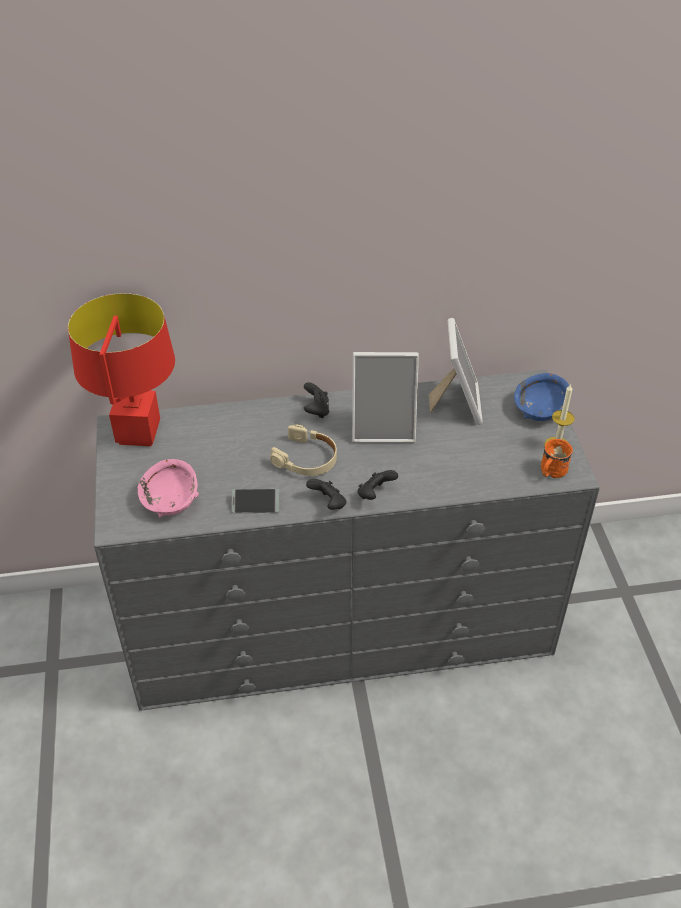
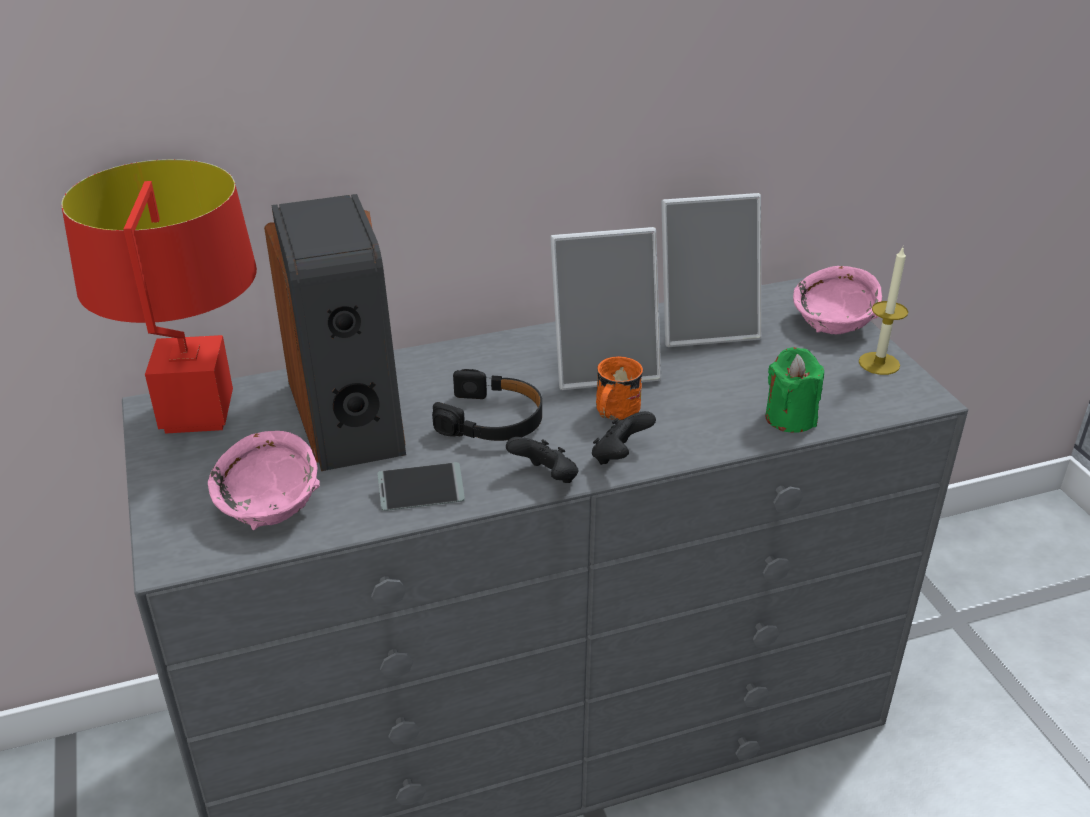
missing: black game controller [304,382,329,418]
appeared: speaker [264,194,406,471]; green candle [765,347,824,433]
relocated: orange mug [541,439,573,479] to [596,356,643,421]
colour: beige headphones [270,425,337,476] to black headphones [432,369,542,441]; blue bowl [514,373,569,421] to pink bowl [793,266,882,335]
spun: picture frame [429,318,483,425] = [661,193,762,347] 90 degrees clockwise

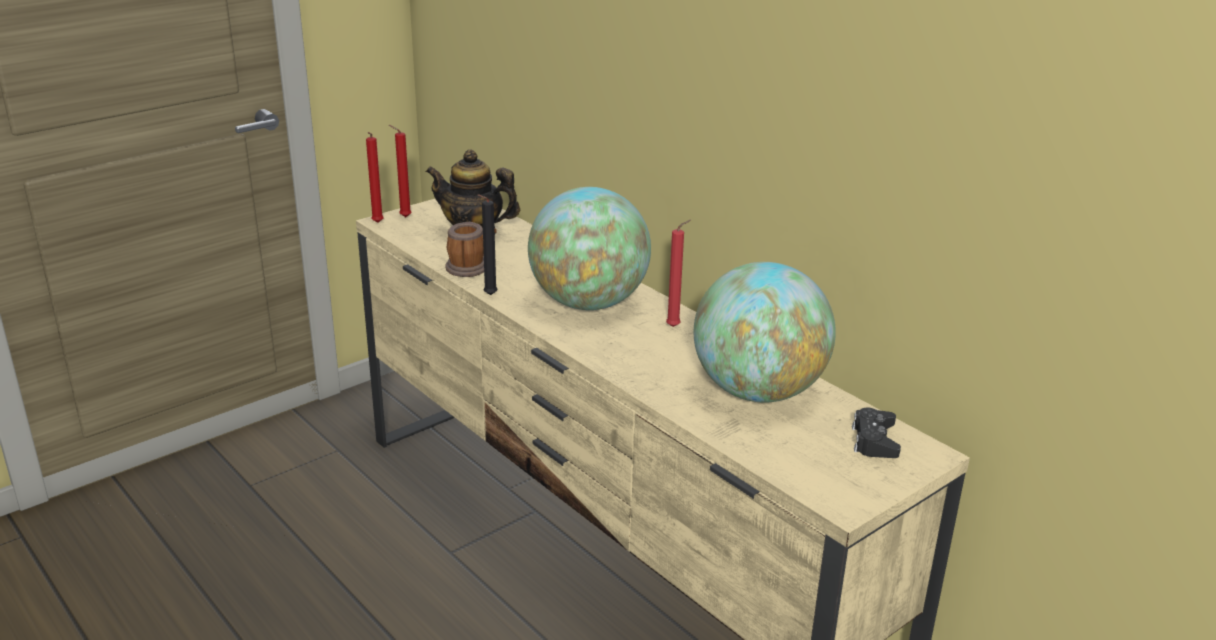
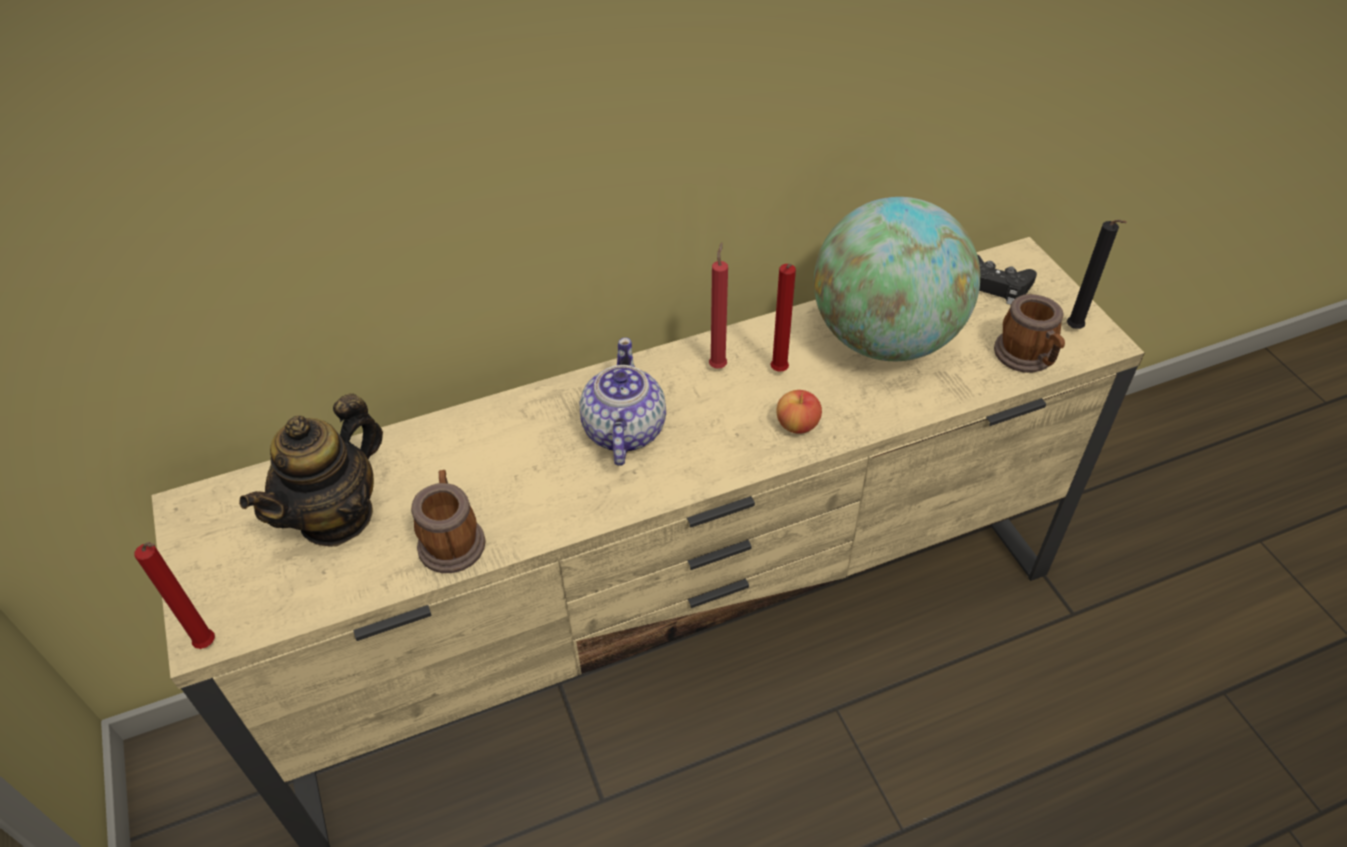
appeared: apple [776,390,822,434]; mug [994,294,1065,373]
relocated: red candle [389,125,412,217] to [771,264,796,371]; black candle [478,194,498,295] to [1067,220,1127,329]
exchanged: globe [528,187,651,310] to teapot [580,338,666,466]

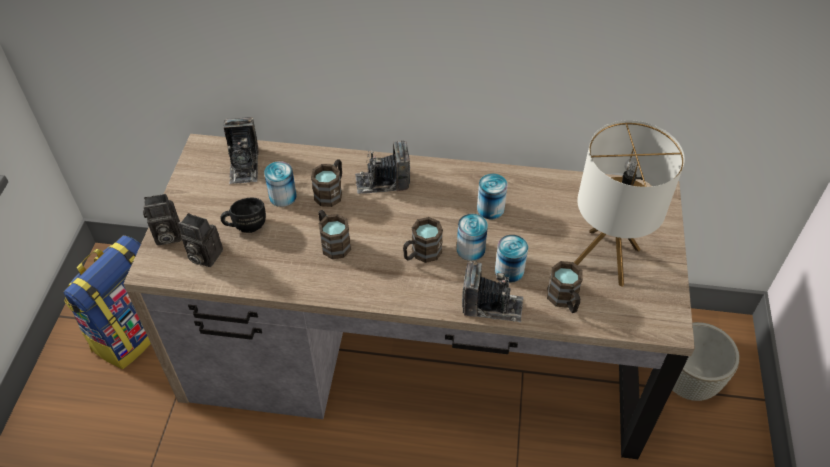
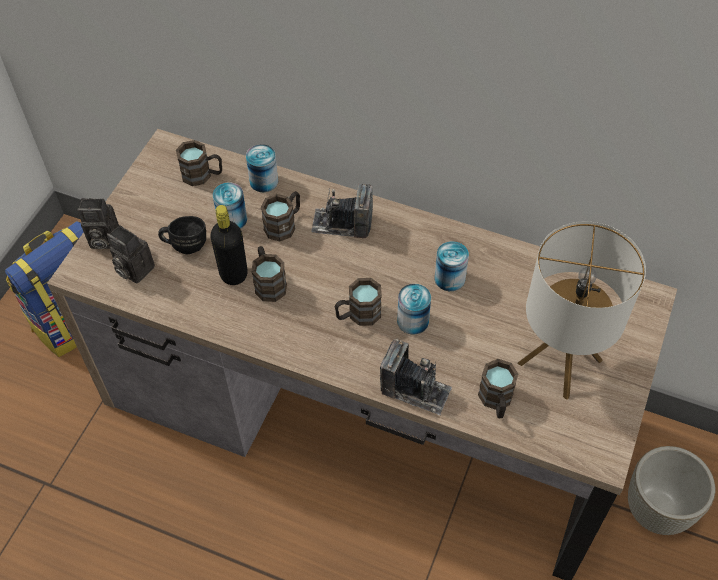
appeared: black bottle [210,205,248,285]
relocated: can [495,235,528,283] to [246,144,278,192]
exchanged: photo camera [224,117,259,184] to brown mug [176,140,222,186]

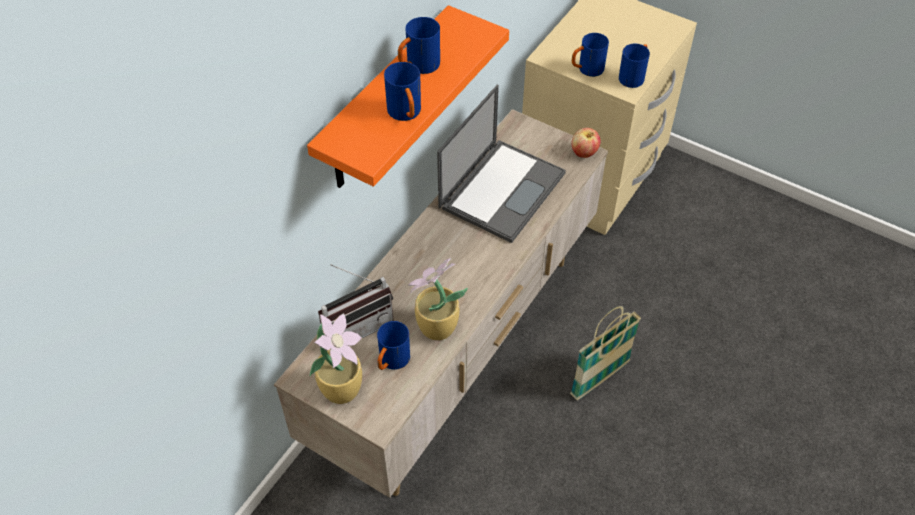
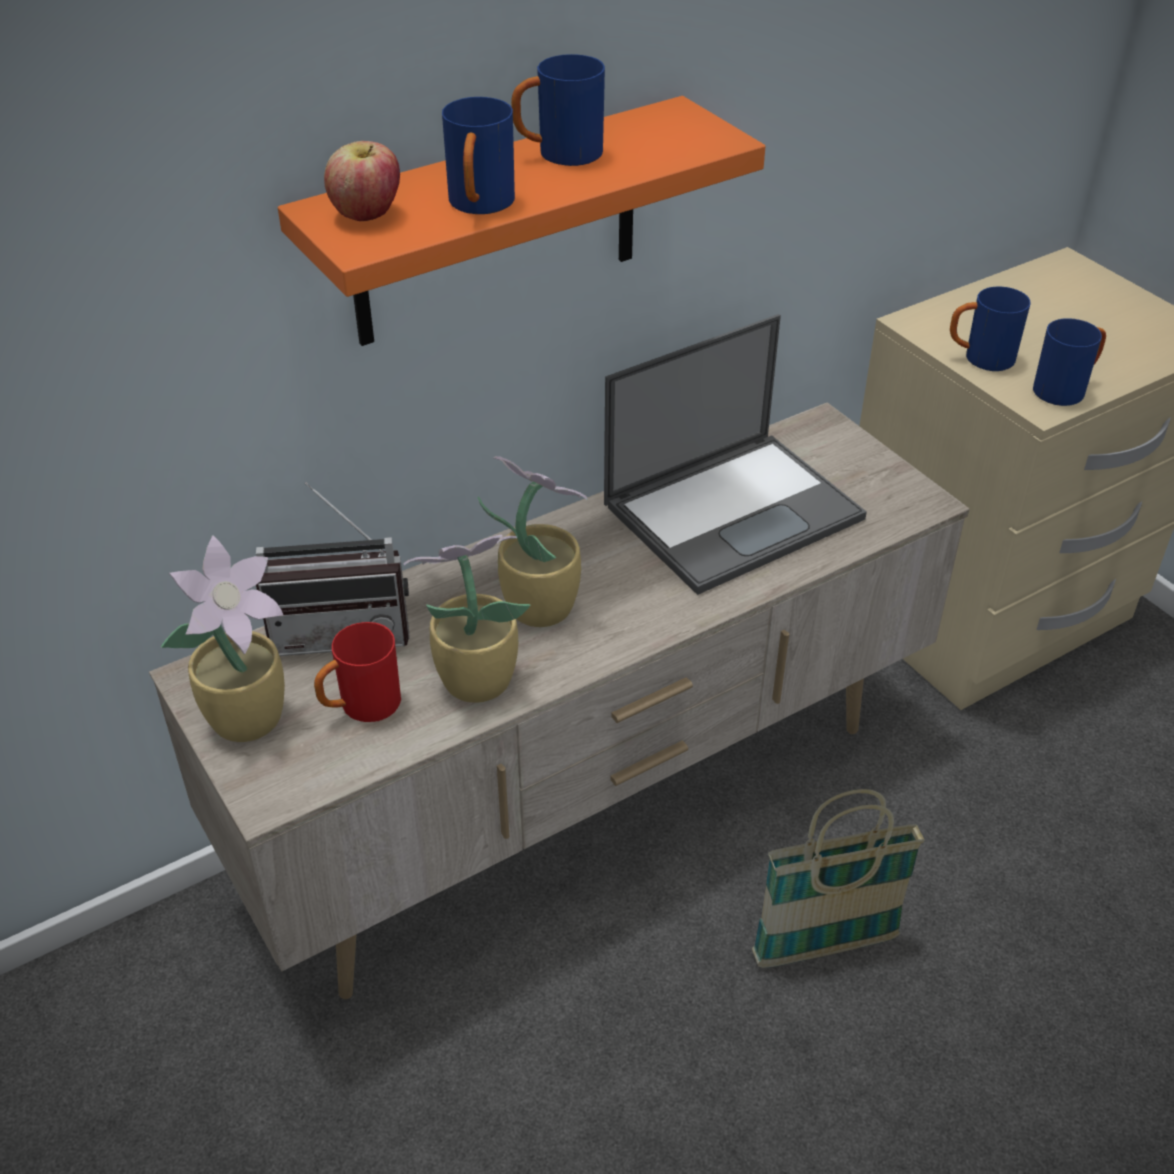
appeared: potted plant [477,456,588,627]
relocated: apple [571,128,601,158] to [324,141,400,221]
colour: blue mug [377,321,410,370] to red mug [314,622,401,722]

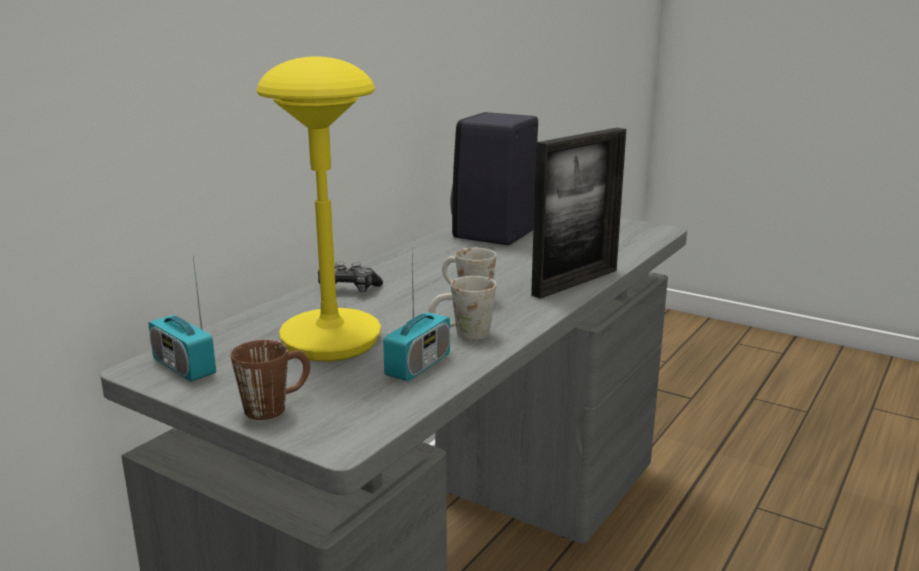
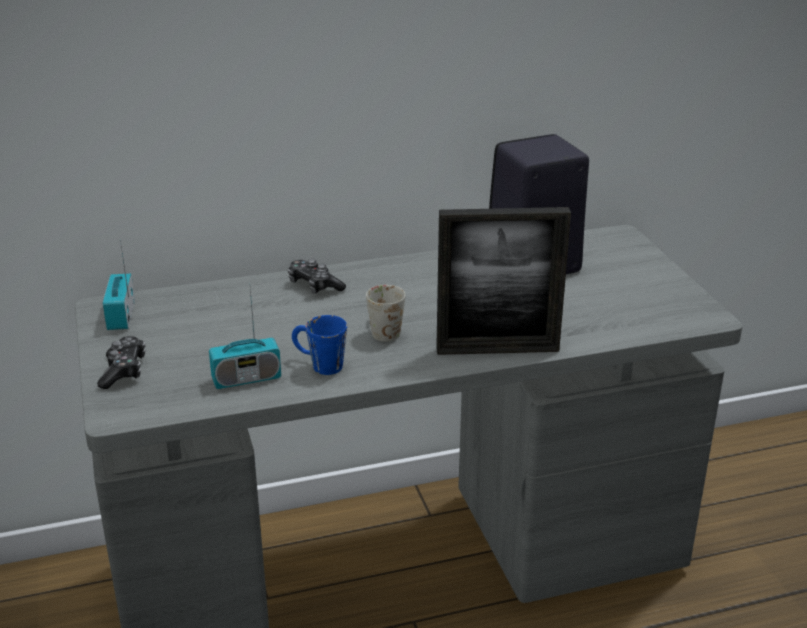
missing: yellow table lamp [256,56,381,361]
exchanged: brown mug [231,340,310,420] to game controller [97,336,145,389]
colour: white mug [428,276,496,340] to blue mug [292,315,347,375]

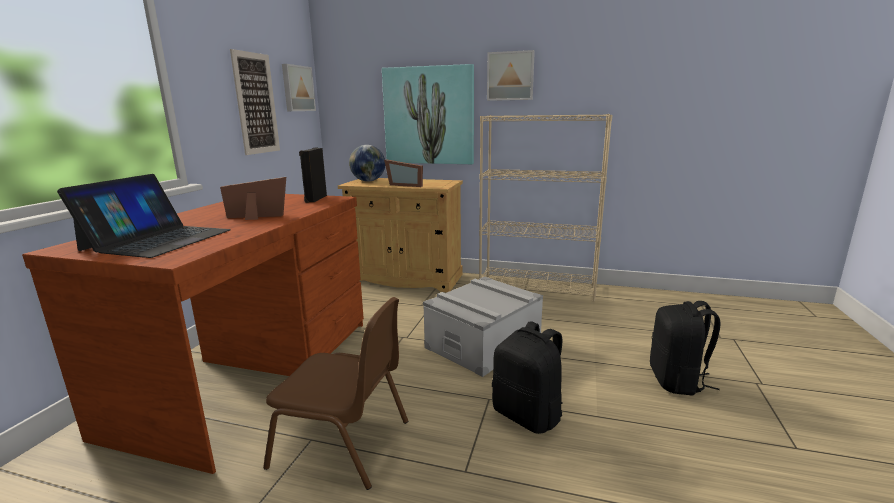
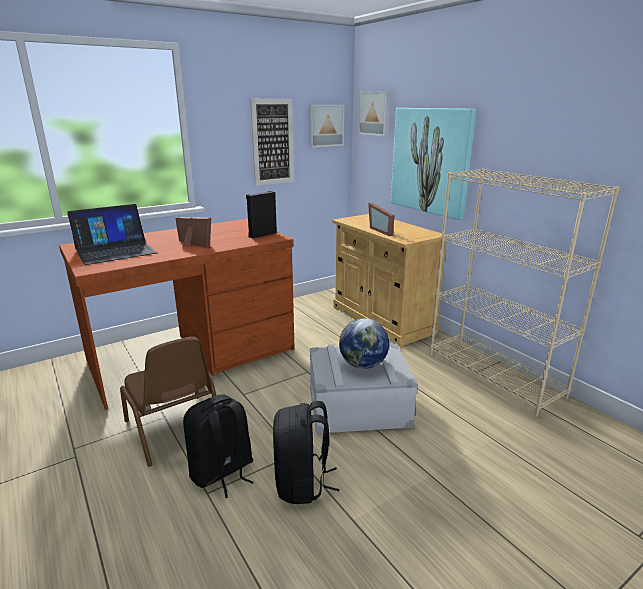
relocated: globe [349,145,385,182] to [339,318,389,369]; picture [487,50,535,101] to [359,91,390,136]; black backpack [650,301,721,396] to [183,394,254,498]

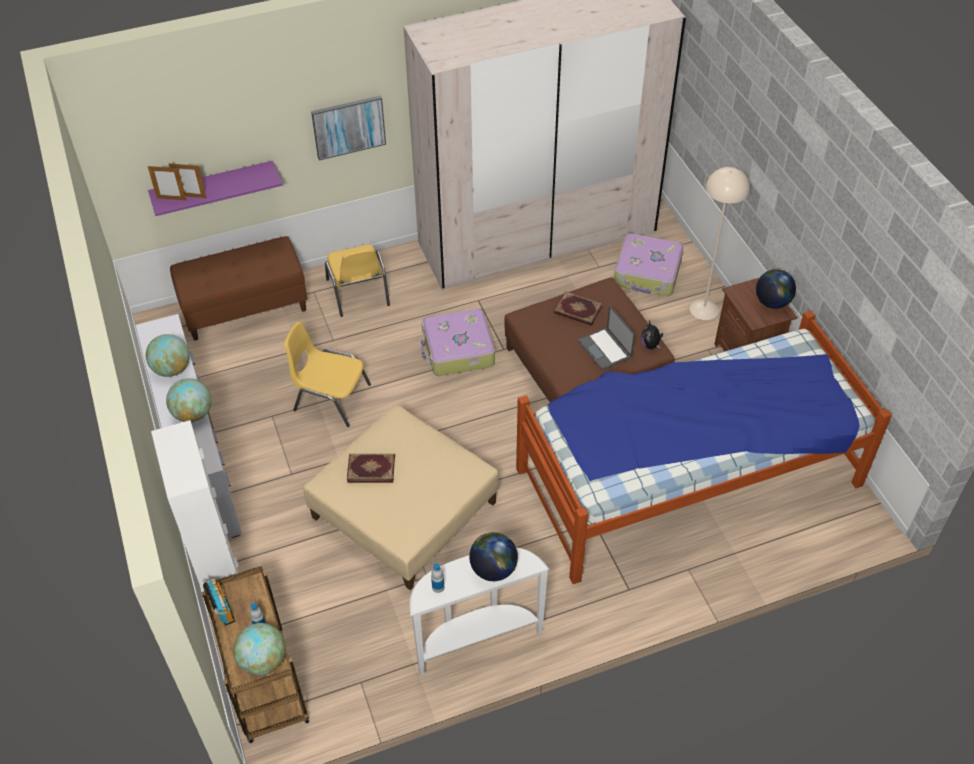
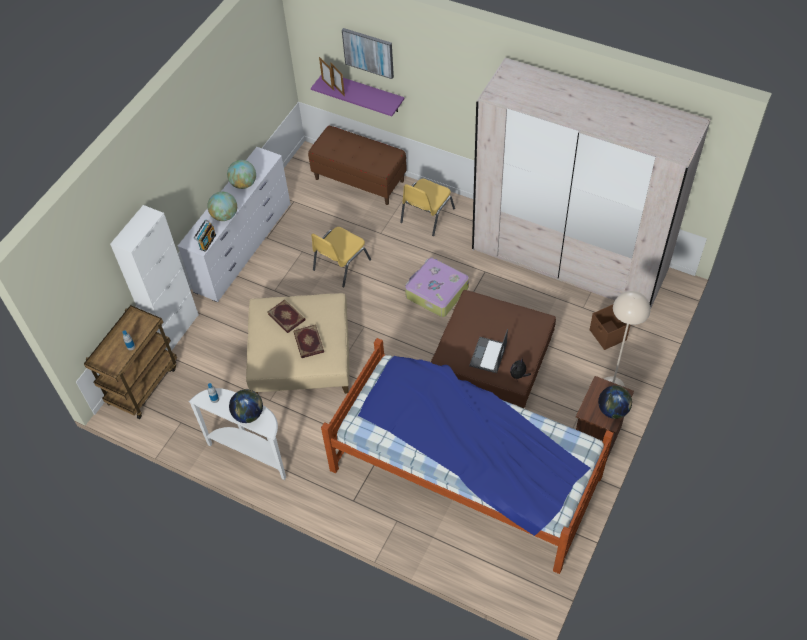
missing: globe [233,623,286,676]
relocated: radio [203,578,235,626] to [194,219,216,252]; picture [311,95,386,161] to [342,28,394,79]; book [554,291,603,326] to [294,324,324,358]
exchanged: suitcase [614,233,684,296] to brown storage box [590,305,631,350]
spun: yellow chair [284,322,371,427] = [311,227,371,287] 120 degrees counterclockwise

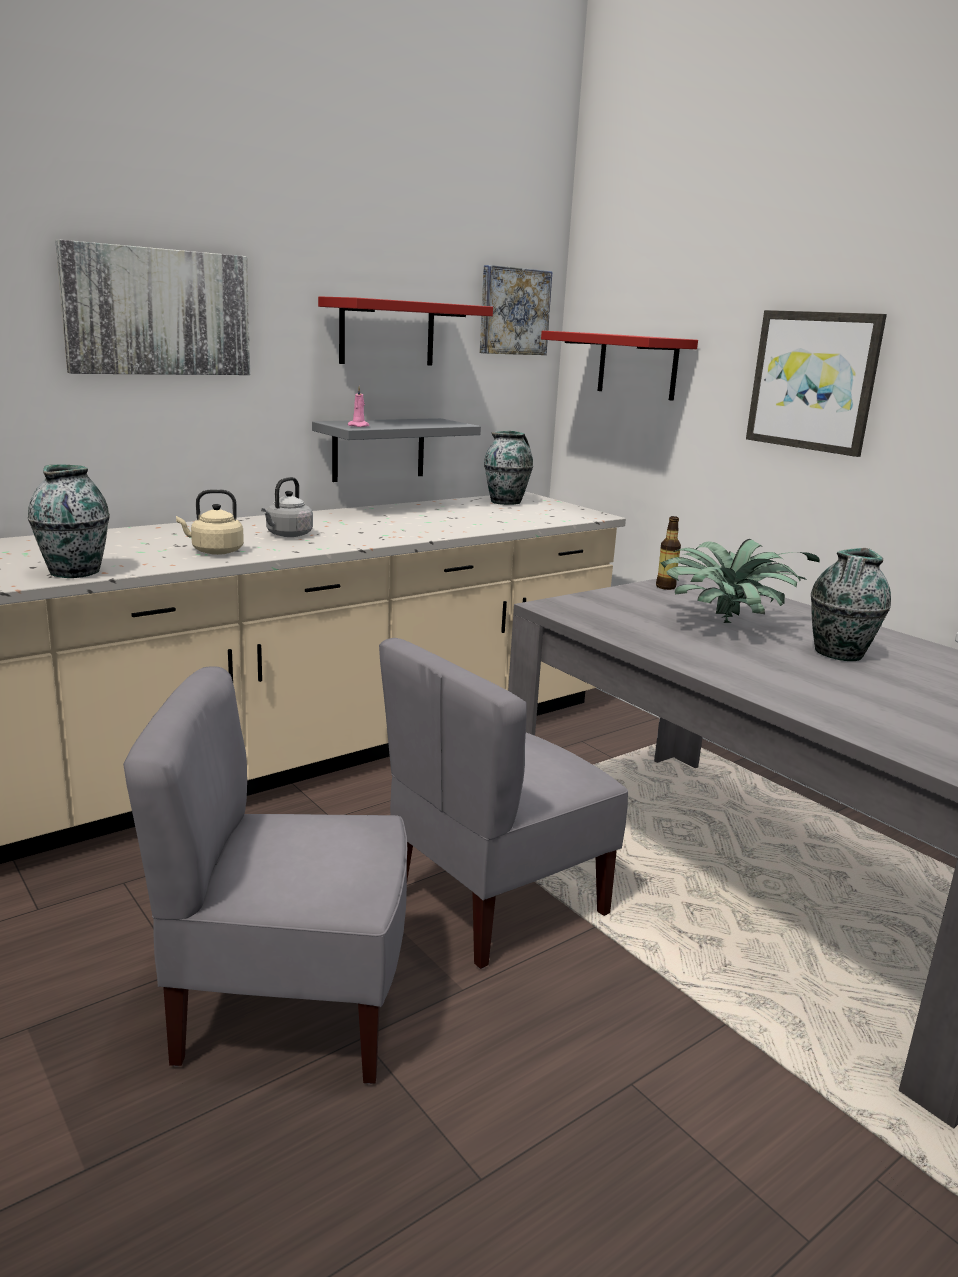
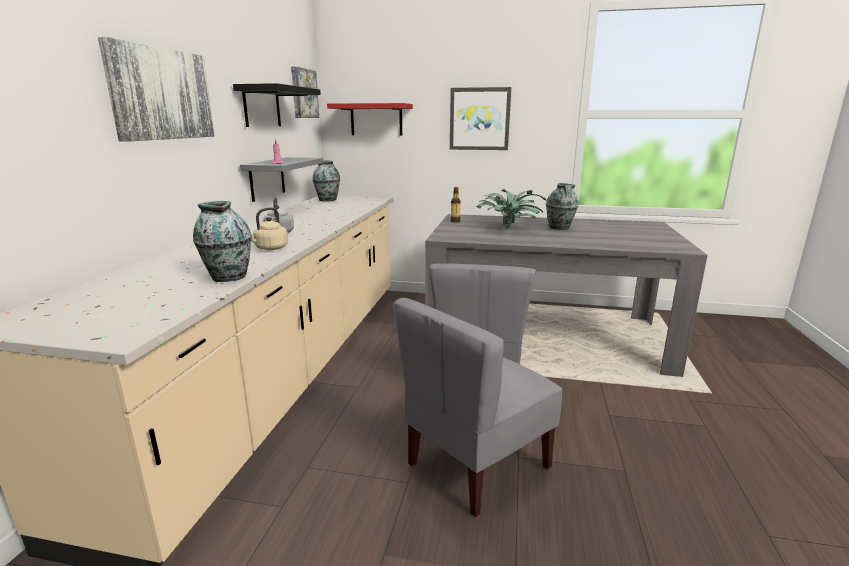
colour: red shelf [318,296,493,365] to black shelf [233,83,321,127]

